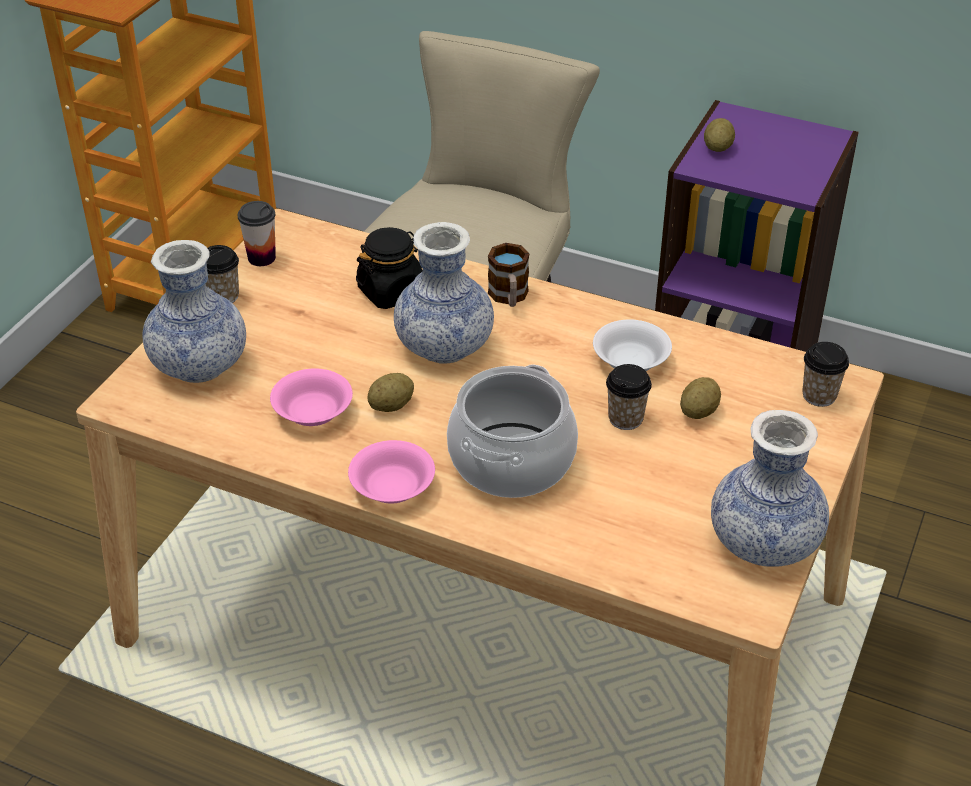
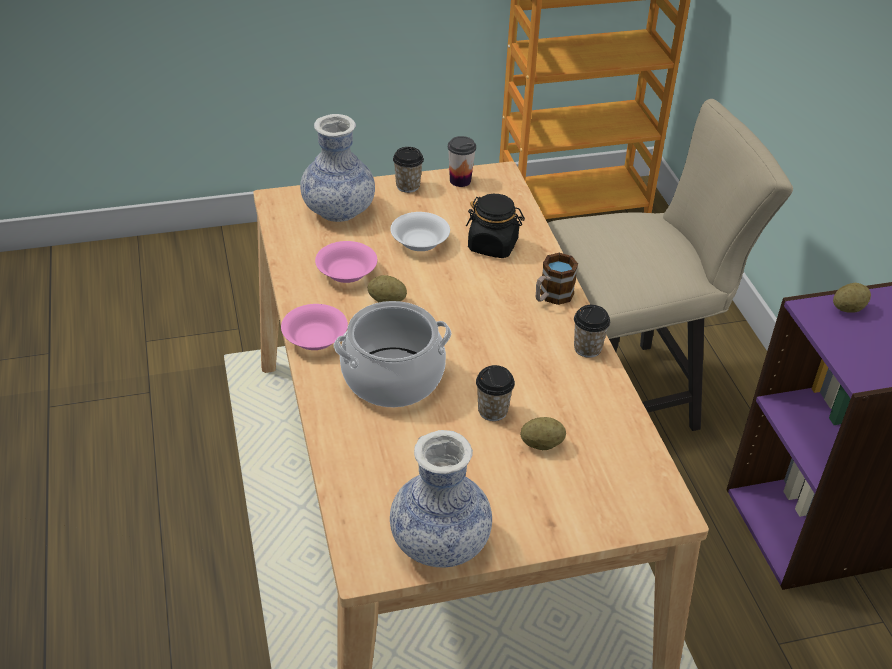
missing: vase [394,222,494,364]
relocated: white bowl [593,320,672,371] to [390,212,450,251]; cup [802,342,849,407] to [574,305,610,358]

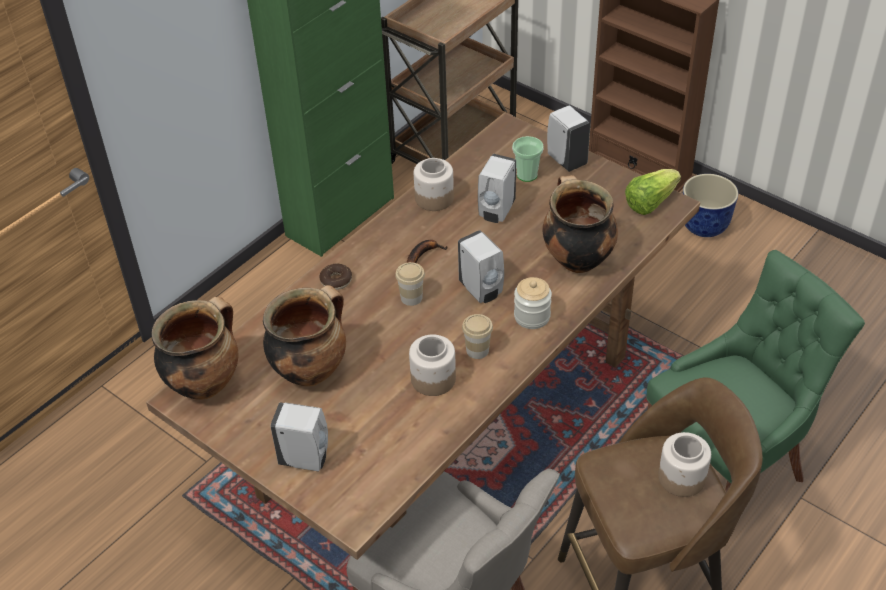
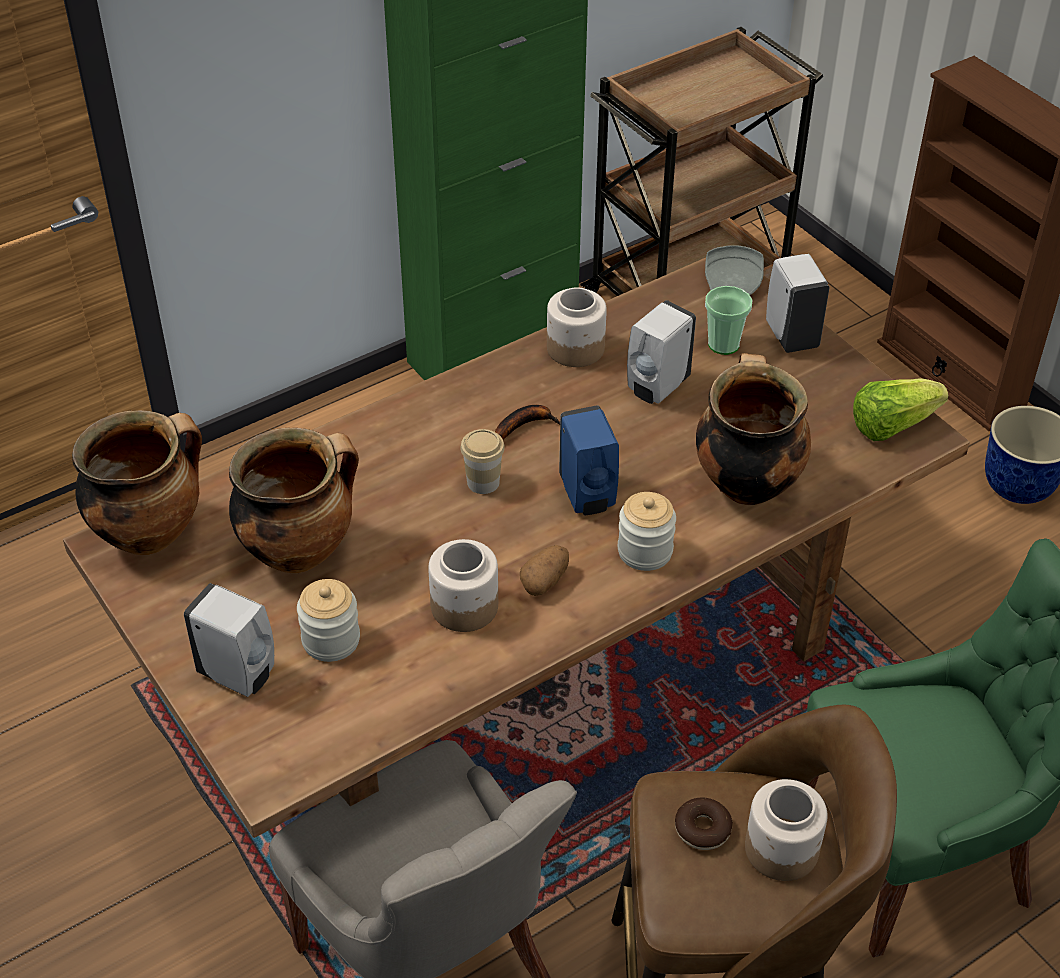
appeared: jar [297,579,360,662]; grey plate [705,245,764,295]
relocated: donut [320,264,352,290] to [675,798,733,850]
exchanged: cup [462,314,493,359] to potato [520,545,569,596]
colour: white soap dispenser [458,230,504,303] to blue soap dispenser [559,405,619,515]

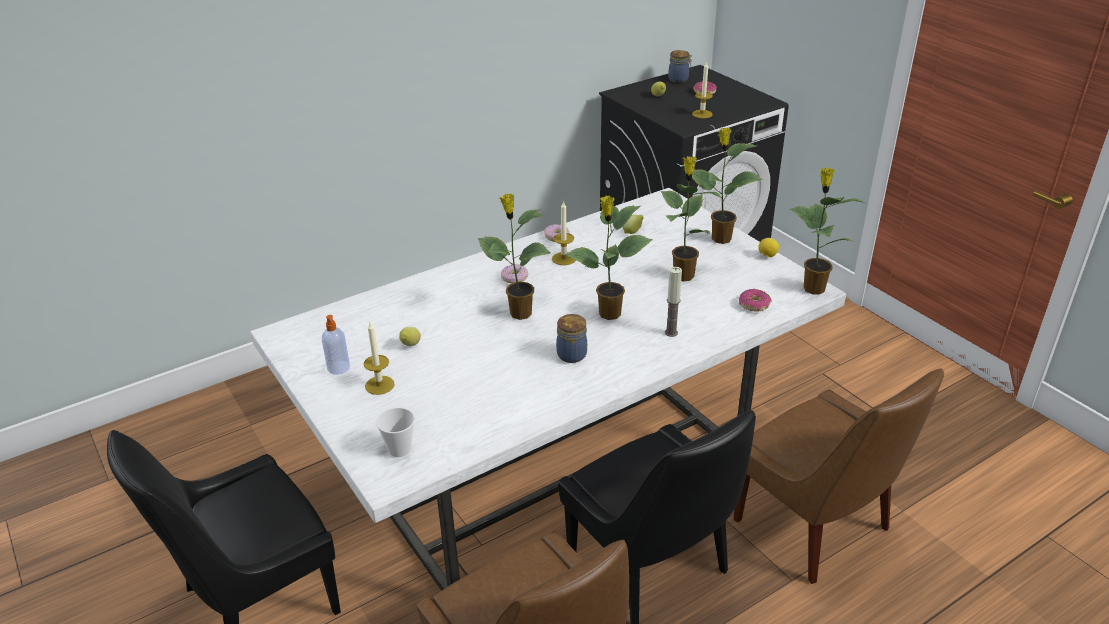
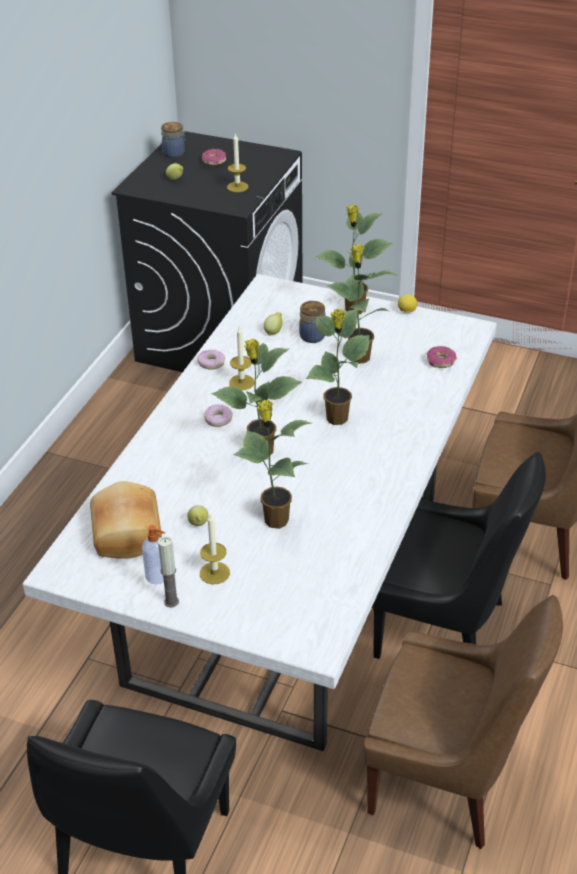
missing: cup [376,407,415,457]
appeared: bread [90,481,162,559]
relocated: jar [556,314,587,363] to [299,301,326,343]; candle [665,267,682,337] to [158,536,179,608]; potted plant [790,167,867,294] to [234,400,311,529]

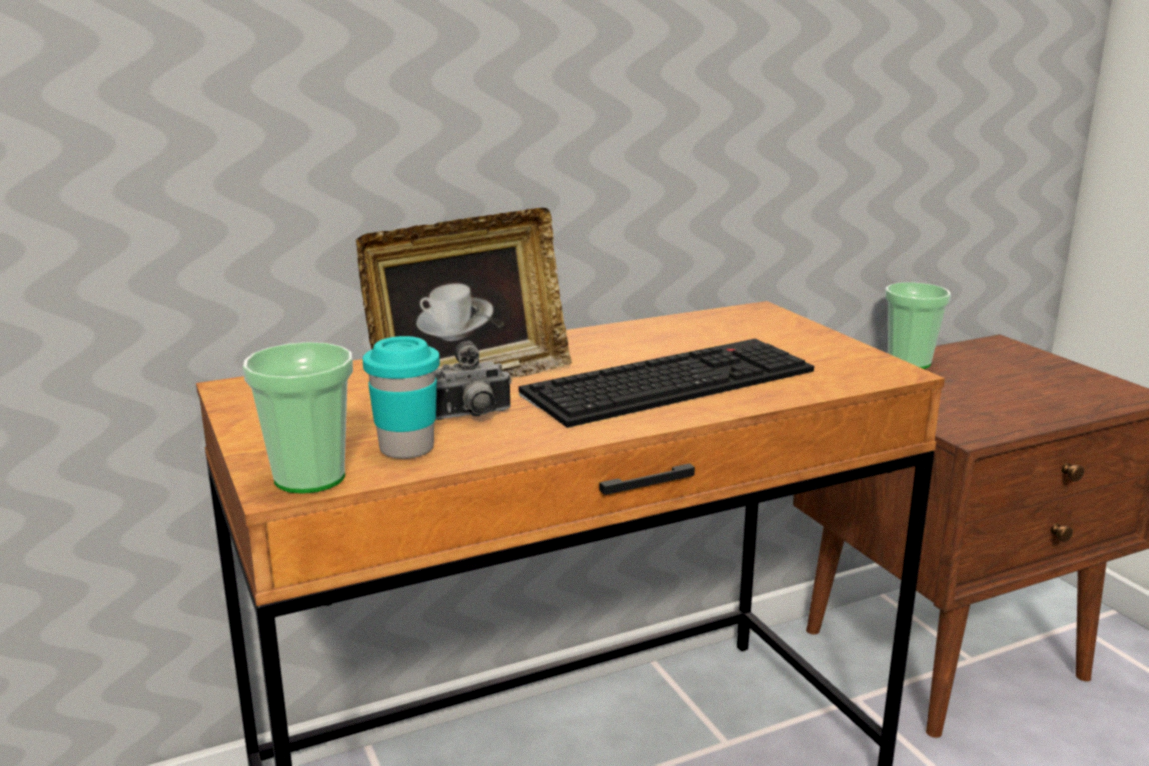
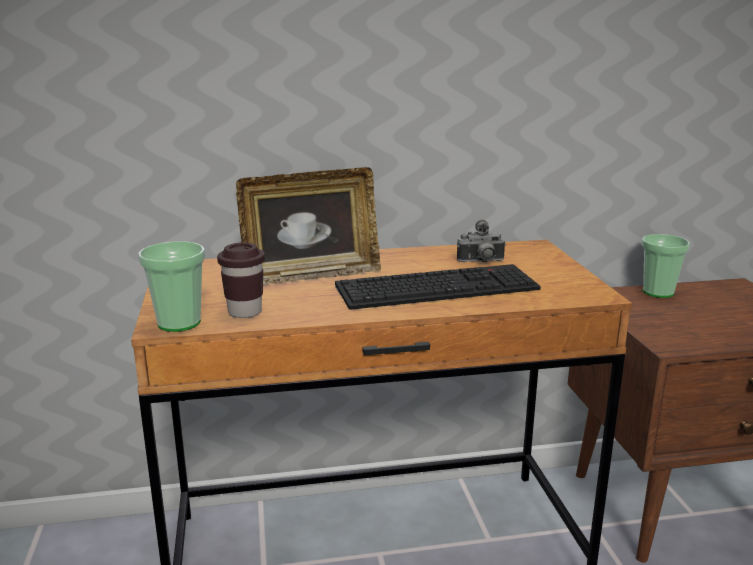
relocated: photo camera [435,341,512,420] to [457,220,506,262]
colour: turquoise cup [363,336,440,459] to brown cup [217,242,265,318]

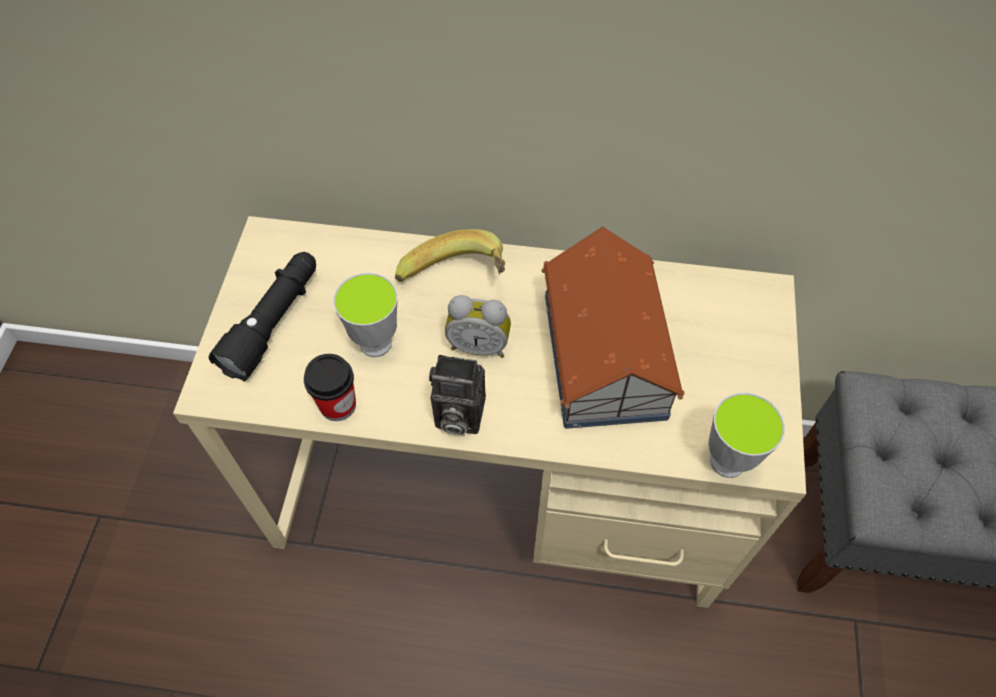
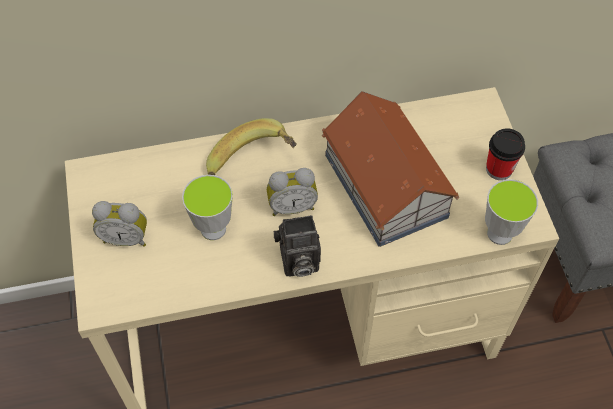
relocated: cup [304,354,356,421] to [486,128,525,180]
exchanged: black flashlight [208,252,316,381] to alarm clock [92,201,147,247]

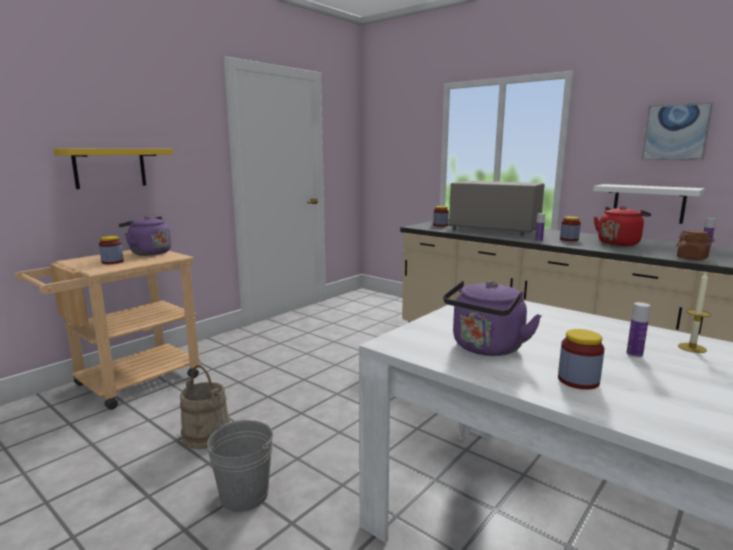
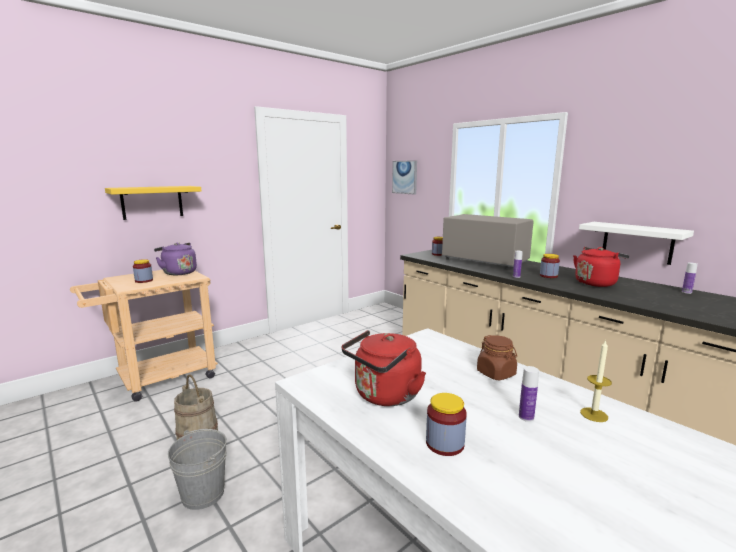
relocated: picture [642,103,713,160] to [392,160,417,195]; brown jar [676,230,714,260] to [477,335,517,380]
colour: purple kettle [443,281,542,356] to red kettle [342,330,426,406]

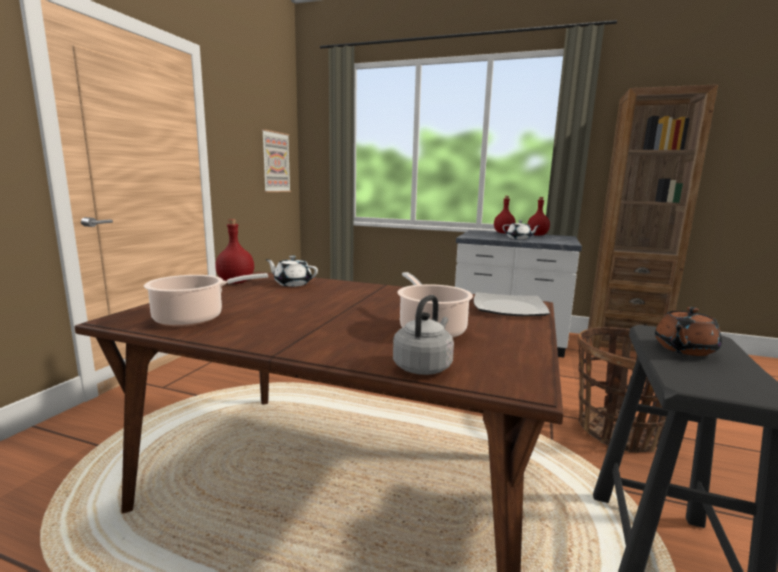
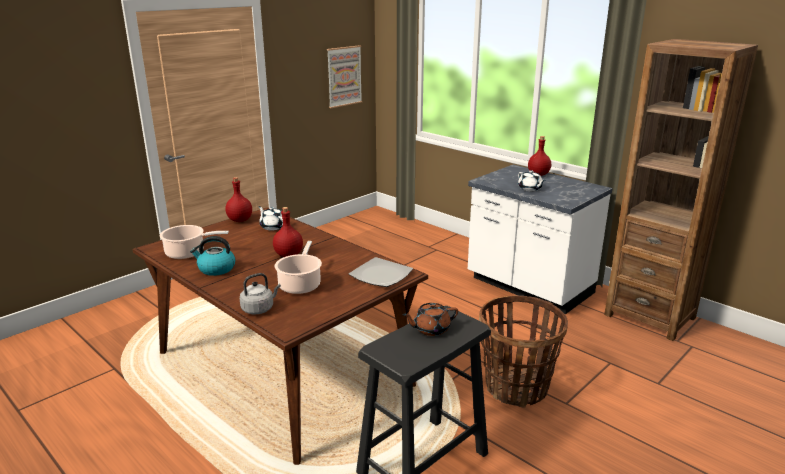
appeared: kettle [190,236,235,276]
relocated: red bottle [528,197,550,236] to [273,207,303,257]

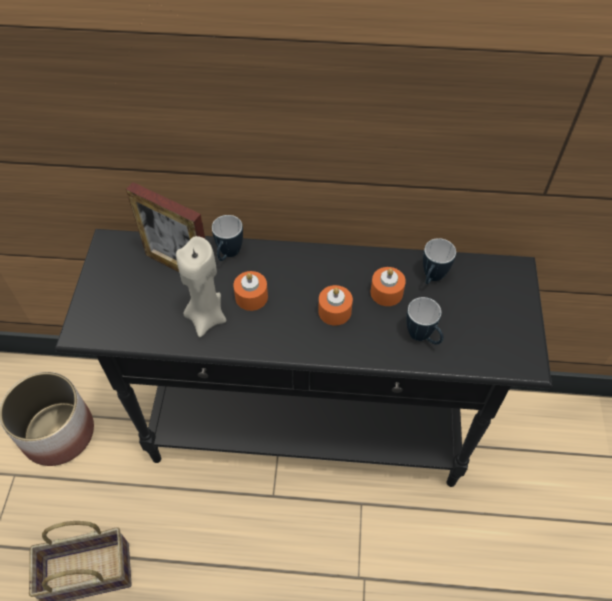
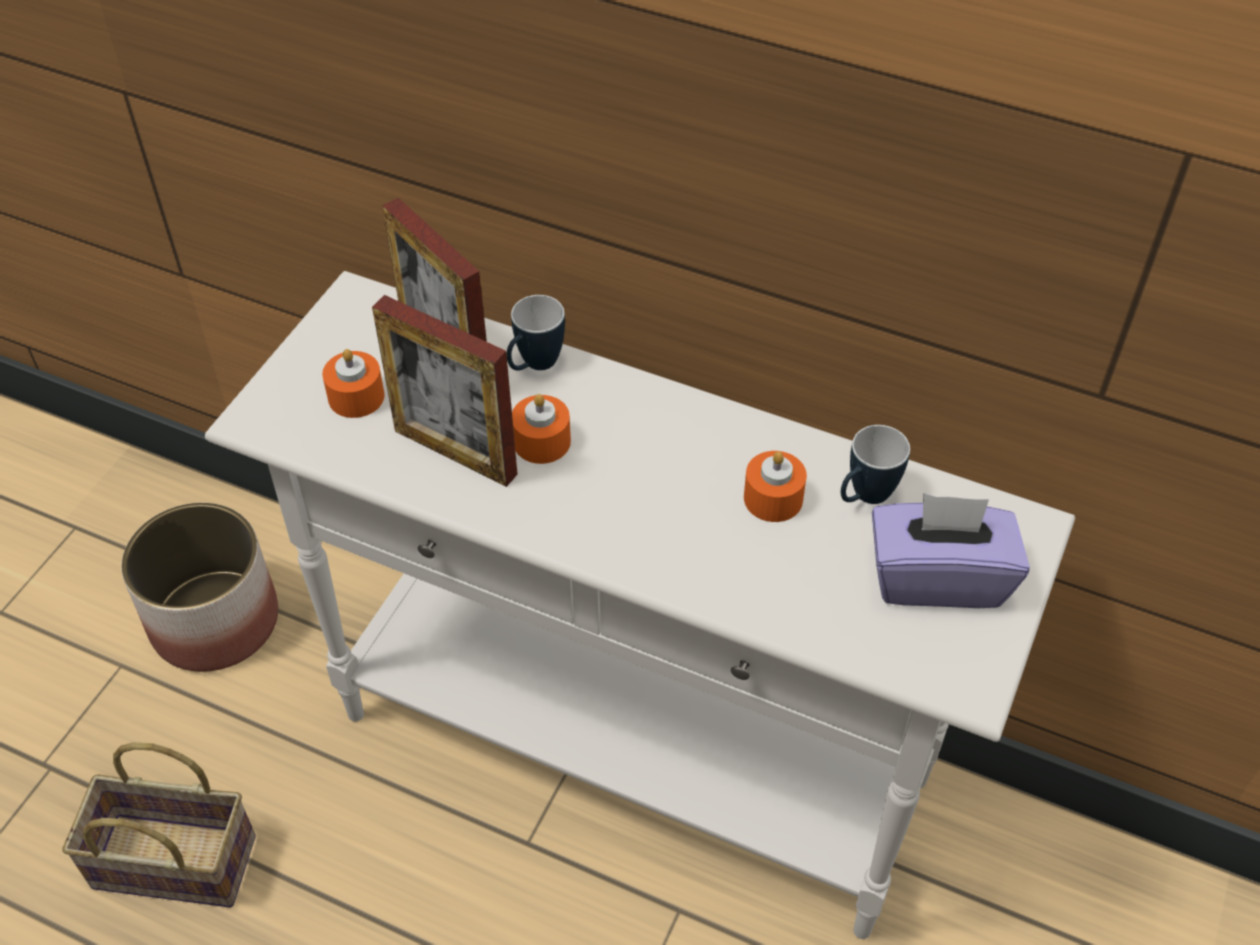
missing: mug [406,297,444,345]
appeared: purple tissue box [872,493,1030,608]
relocated: orange candle [318,285,353,326] to [322,349,385,418]
exchanged: beige candle [176,236,226,337] to picture frame [372,295,518,487]
colour: black console table [55,229,552,487] to white console table [205,271,1075,939]

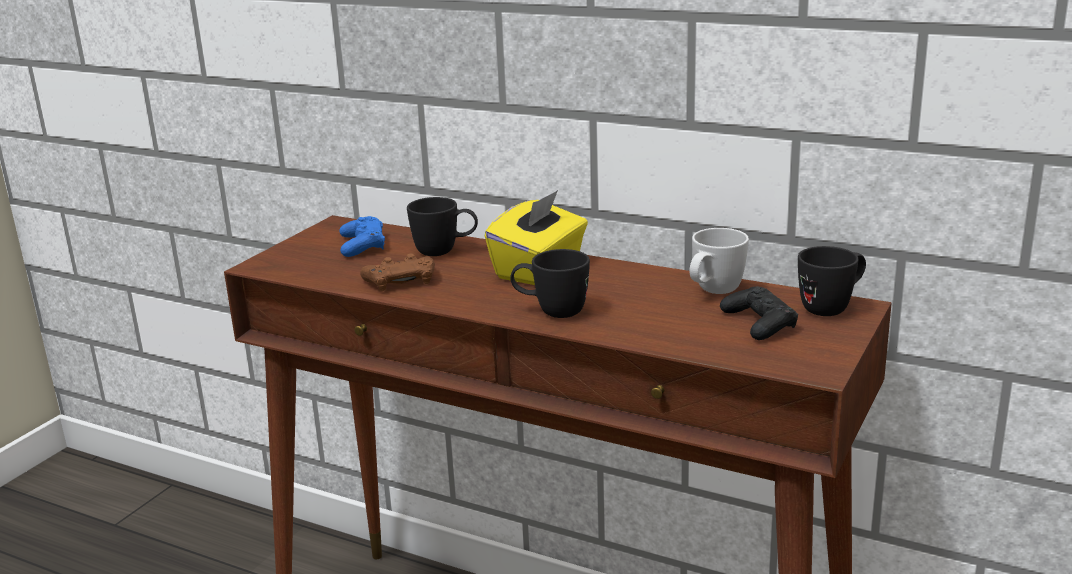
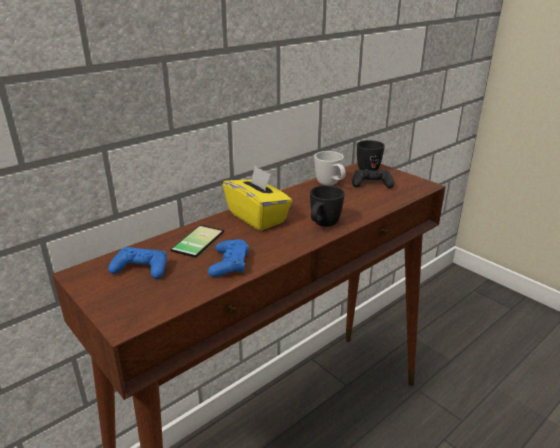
exchanged: black mug [407,197,478,256] to phone [170,225,224,258]
colour: brown game controller [360,254,435,291] to blue game controller [208,239,249,277]

